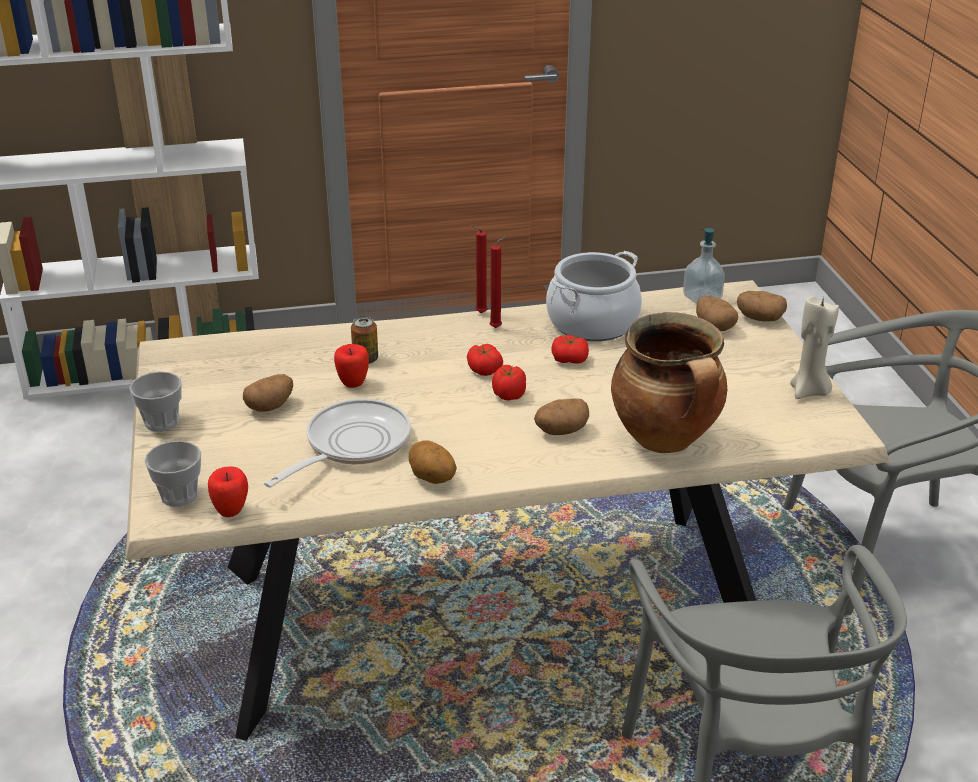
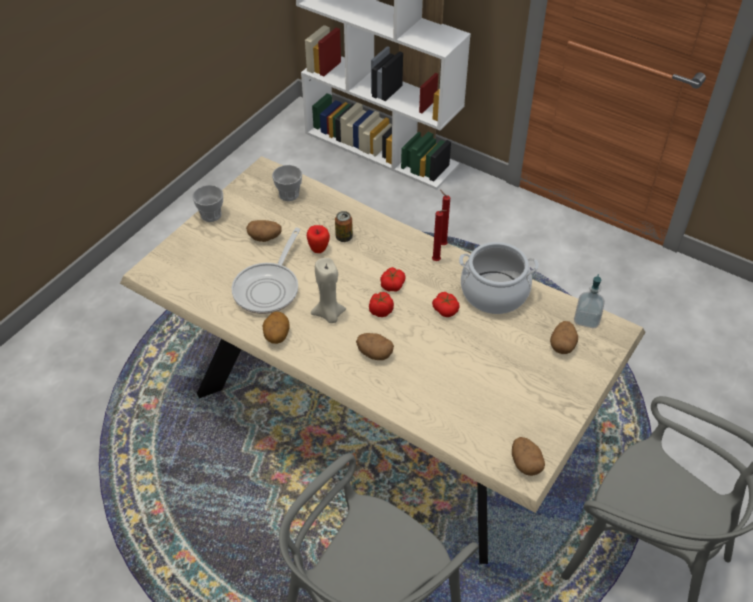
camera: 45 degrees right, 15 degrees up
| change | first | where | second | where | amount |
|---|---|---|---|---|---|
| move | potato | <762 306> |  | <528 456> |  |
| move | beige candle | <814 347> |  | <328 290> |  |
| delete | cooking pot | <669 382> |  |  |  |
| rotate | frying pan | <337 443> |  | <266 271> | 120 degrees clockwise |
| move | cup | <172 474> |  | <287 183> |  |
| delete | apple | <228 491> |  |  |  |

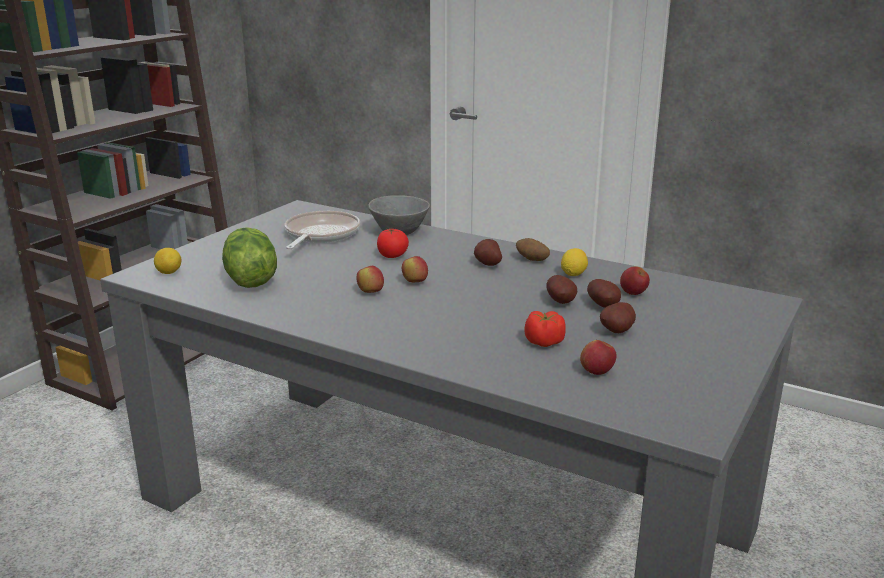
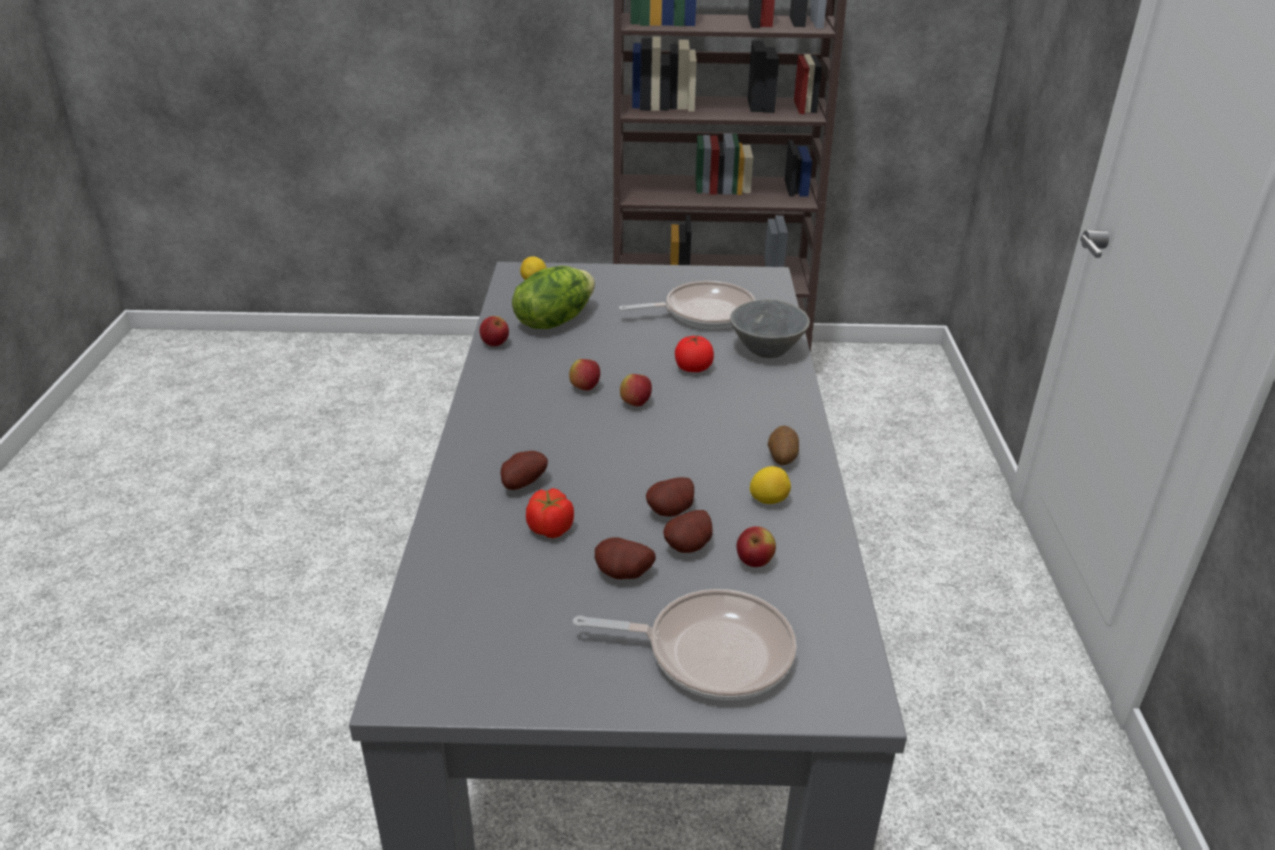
camera: 60 degrees right, 10 degrees up
| change | first | where | second | where | amount |
|---|---|---|---|---|---|
| move | potato | <488 252> |  | <524 470> |  |
| move | apple | <598 357> |  | <494 331> |  |
| insert |  |  | frying pan | <685 644> |  |

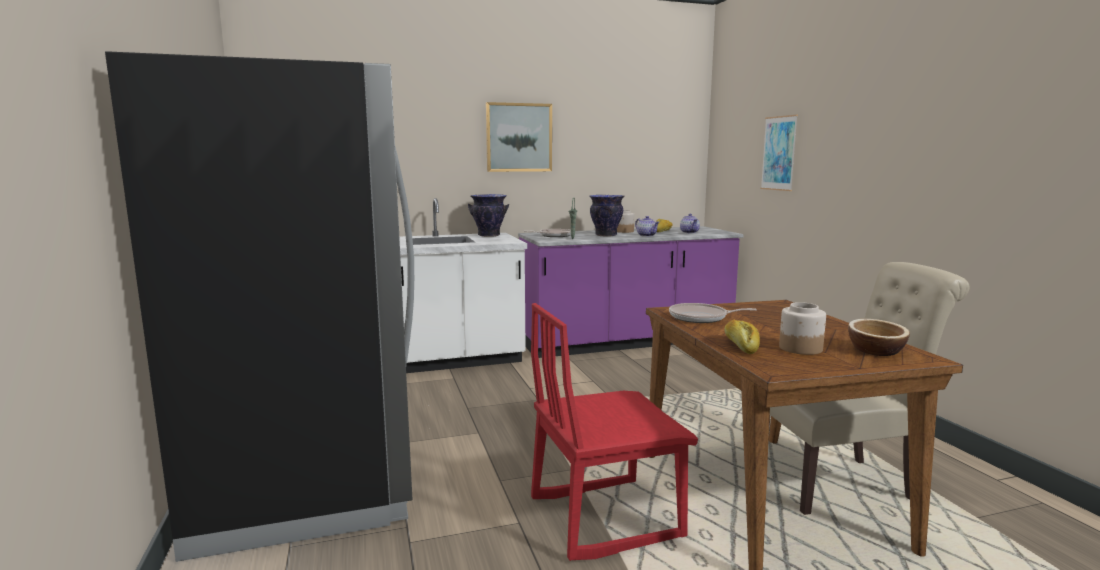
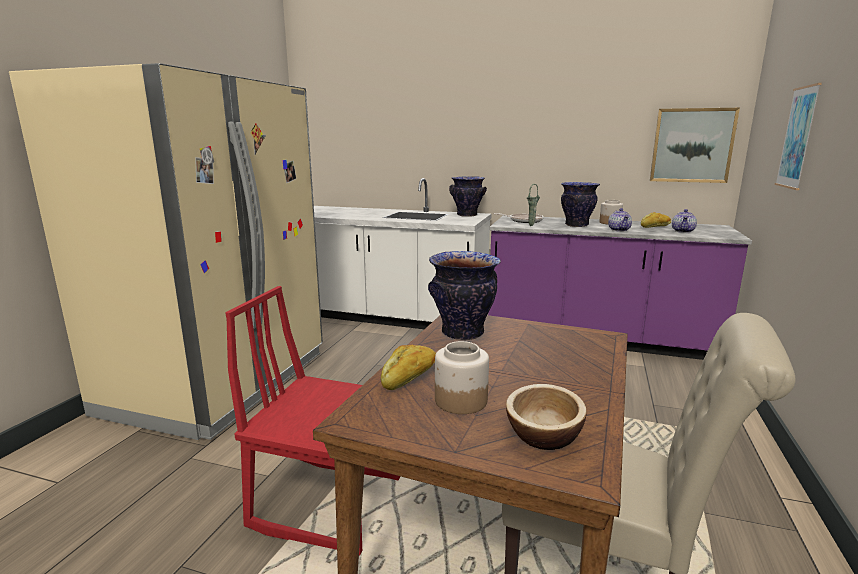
camera: 35 degrees right, 5 degrees up
| change | first | where | second | where | amount |
|---|---|---|---|---|---|
| recolor | black fridge | <259 306> | beige fridge | <166 251> |  |
| move | picture | <519 137> |  | <695 145> |  |
| replace | frying pan | <713 313> | vase | <464 295> |  |

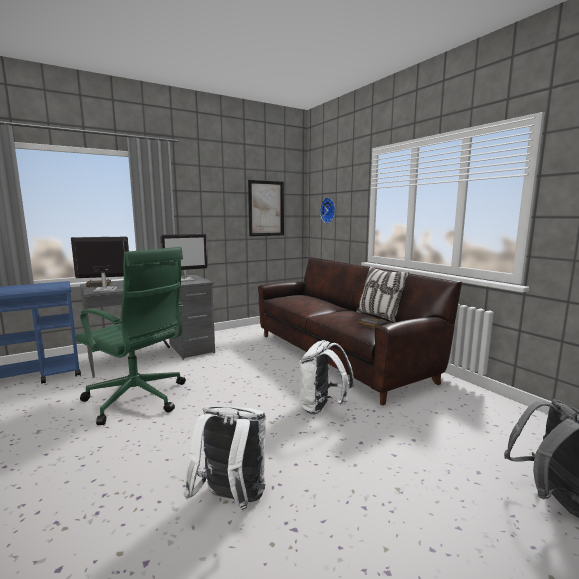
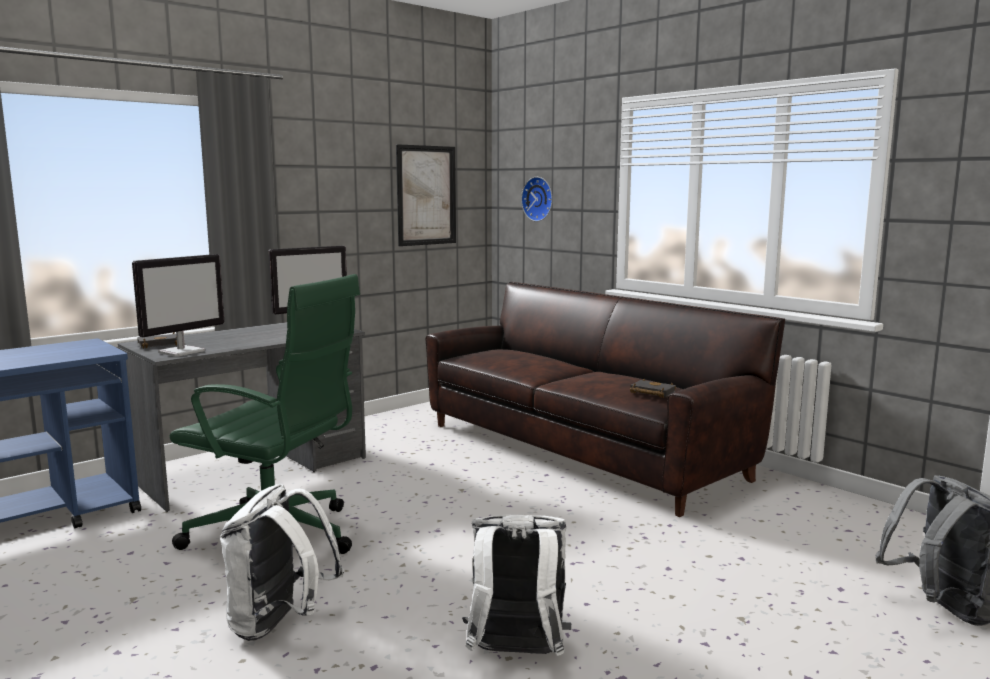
camera: 10 degrees left, 0 degrees up
| change | first | where | second | where | amount |
|---|---|---|---|---|---|
| rotate | monitor | <100 264> |  | <178 305> | 150 degrees clockwise |
| delete | pillow | <382 294> |  |  |  |
| move | white backpack | <326 377> |  | <282 562> |  |

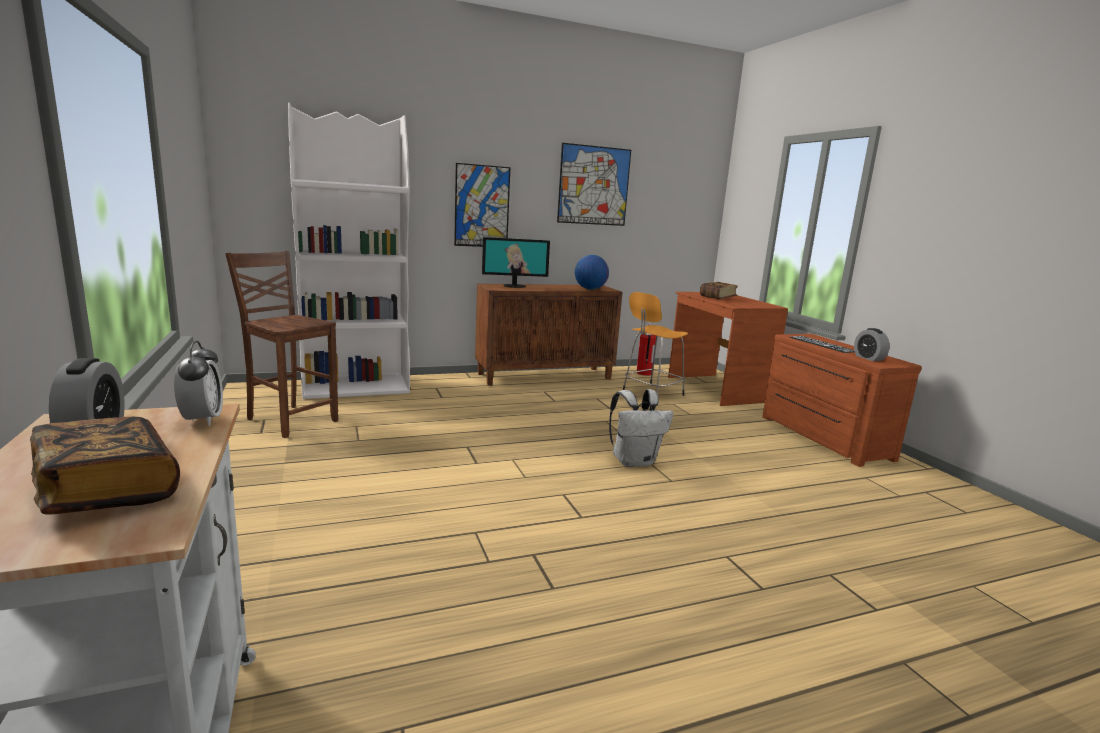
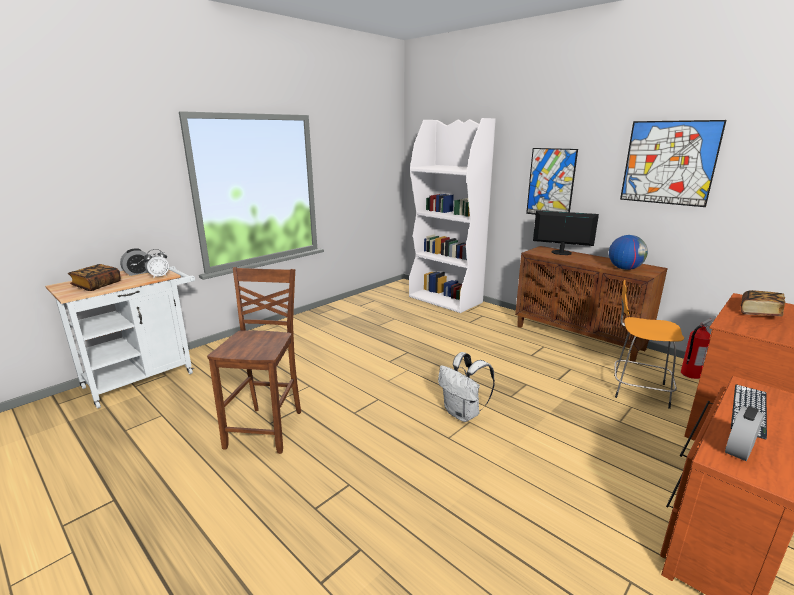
camera: 65 degrees right, 5 degrees up
| change | first | where | second | where | amount |
|---|---|---|---|---|---|
| rotate | monitor | <516 262> |  | <566 232> | 150 degrees clockwise |
| move | brown chair | <281 344> |  | <254 360> |  |

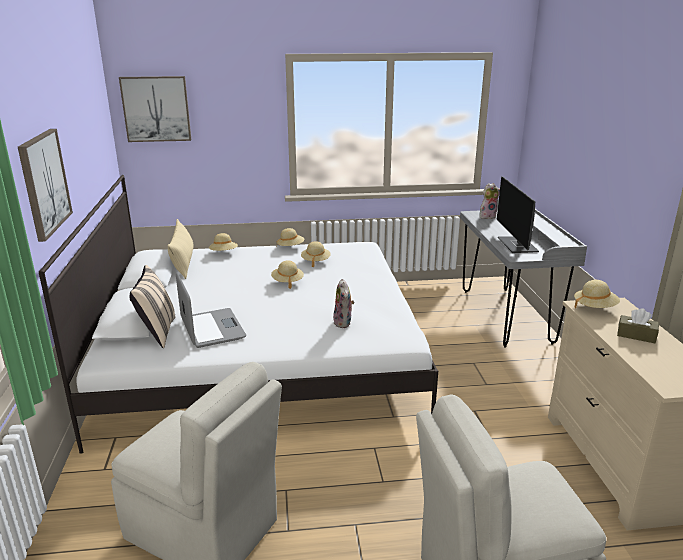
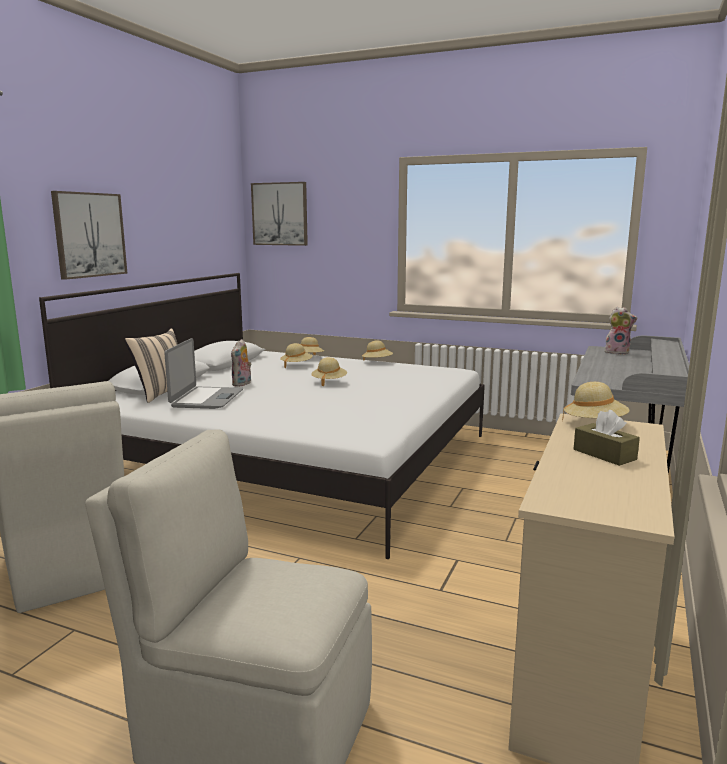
camera: 30 degrees right, 10 degrees down
| change | first | where | second | where | amount |
|---|---|---|---|---|---|
| delete | monitor | <518 214> |  |  |  |
| delete | beige pillow | <180 249> |  |  |  |
| move | beige hat | <316 254> |  | <296 355> |  |
| move | plush toy | <343 303> |  | <241 363> |  |

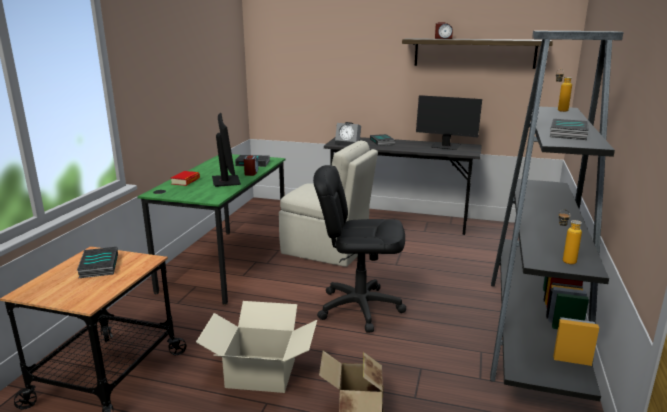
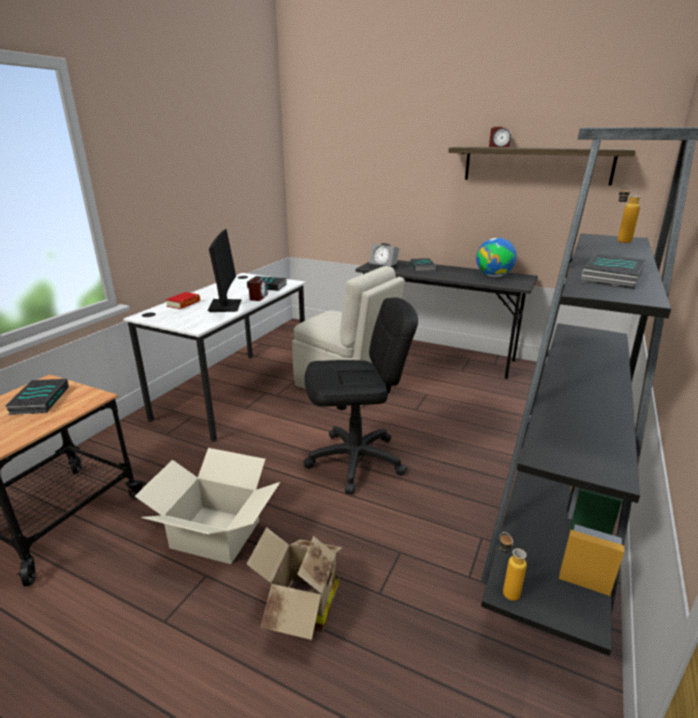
camera: 10 degrees right, 5 degrees up
| change | first | where | second | where | amount |
|---|---|---|---|---|---|
| replace | monitor | <449 122> | globe | <496 257> |  |
| recolor | green desk | <212 229> | white desk | <214 357> |  |
| rotate | black office chair | <359 249> |  | <360 395> | 150 degrees clockwise |
| move | bottle | <570 236> |  | <513 566> |  |

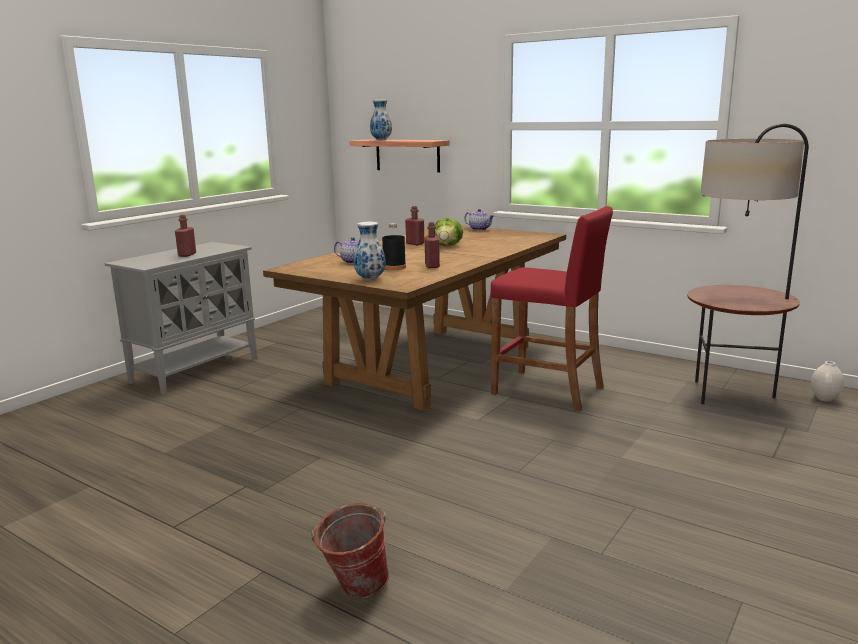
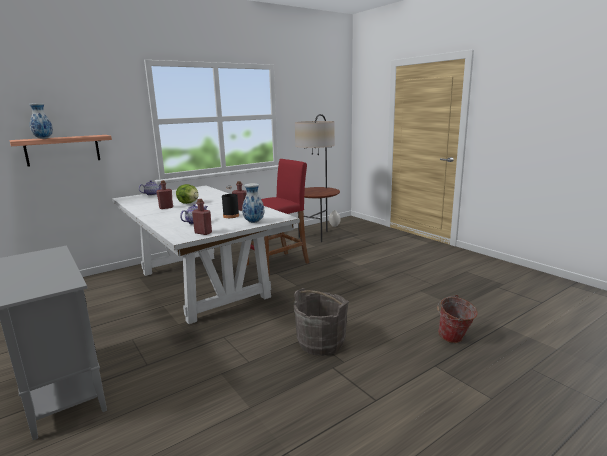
camera: 70 degrees left, 0 degrees up
| change | first | where | second | where | amount |
|---|---|---|---|---|---|
| move | red bottle | <185 236> |  | <202 217> |  |
| recolor | brown dining table | <414 318> | white dining table | <206 254> |  |
| insert |  |  | grey bucket | <321 322> |  |

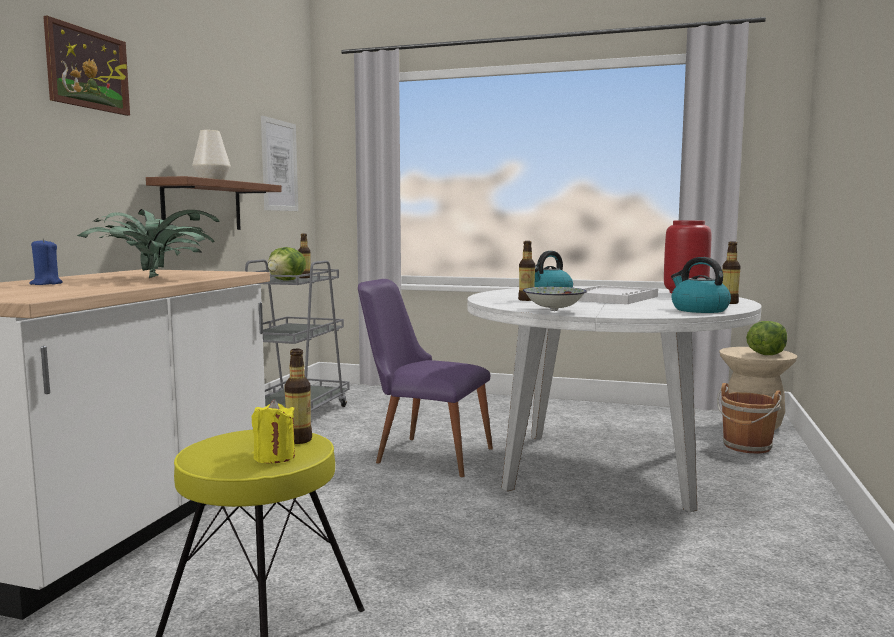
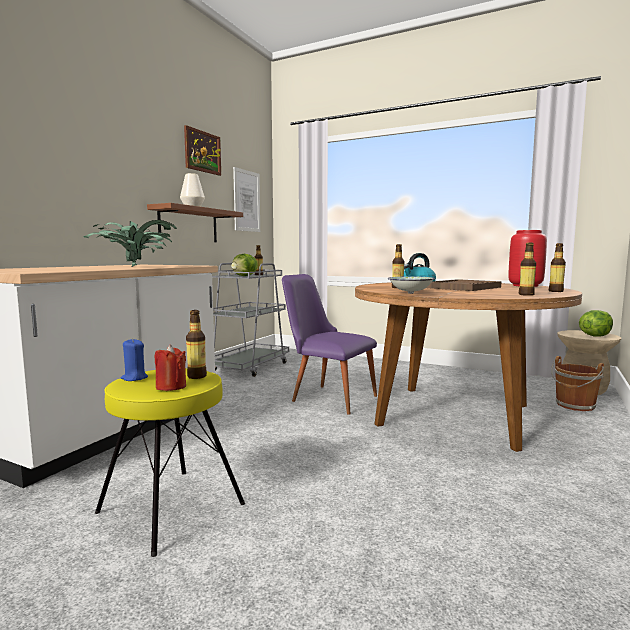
camera: 10 degrees right, 0 degrees up
| change | first | where | second | where | amount |
|---|---|---|---|---|---|
| move | picture | <86 66> |  | <202 150> |  |
| move | blue candle | <46 261> |  | <134 359> |  |
| replace | kettle | <701 285> | bottle | <527 269> |  |
| recolor | white tray | <618 294> | brown tray | <464 285> |  |
| recolor | white dining table | <614 399> | brown dining table | <468 367> |  |
| recolor | yellow candle | <273 431> | red candle | <170 367> |  |

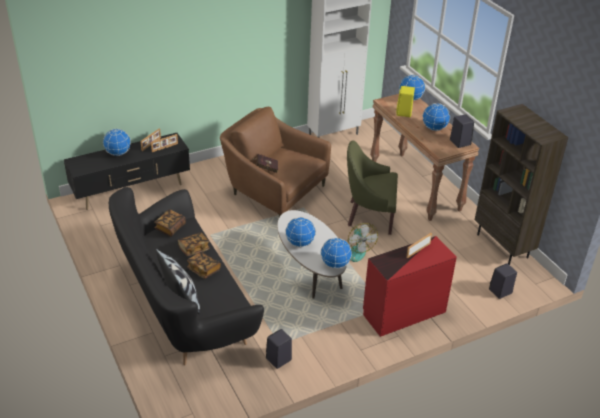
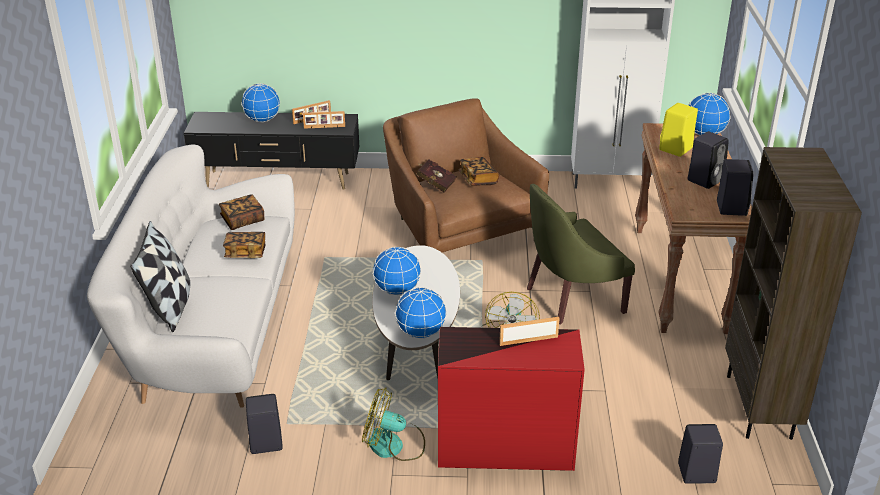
camera: 30 degrees right, 5 degrees down
| change | first | where | second | where | amount |
|---|---|---|---|---|---|
| replace | globe | <436 117> | black speaker | <708 160> |  |
| rotate | green armchair | <372 187> |  | <581 254> | 60 degrees counterclockwise |
| recolor | black sofa | <186 276> | white sofa | <191 276> |  |
| move | book | <204 265> |  | <479 171> |  |
| insert |  |  | fan | <393 424> |  |

